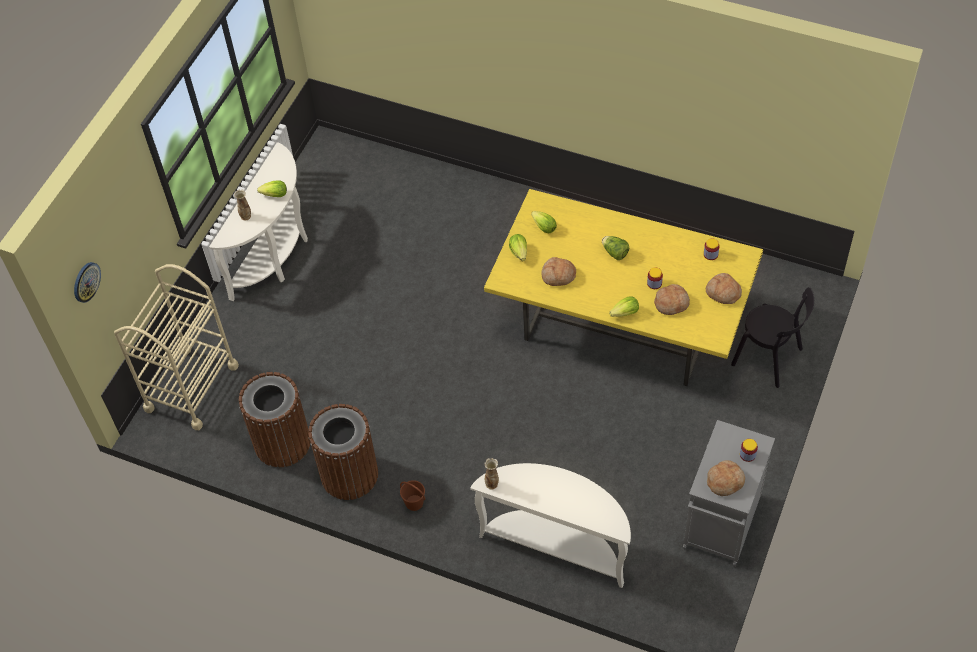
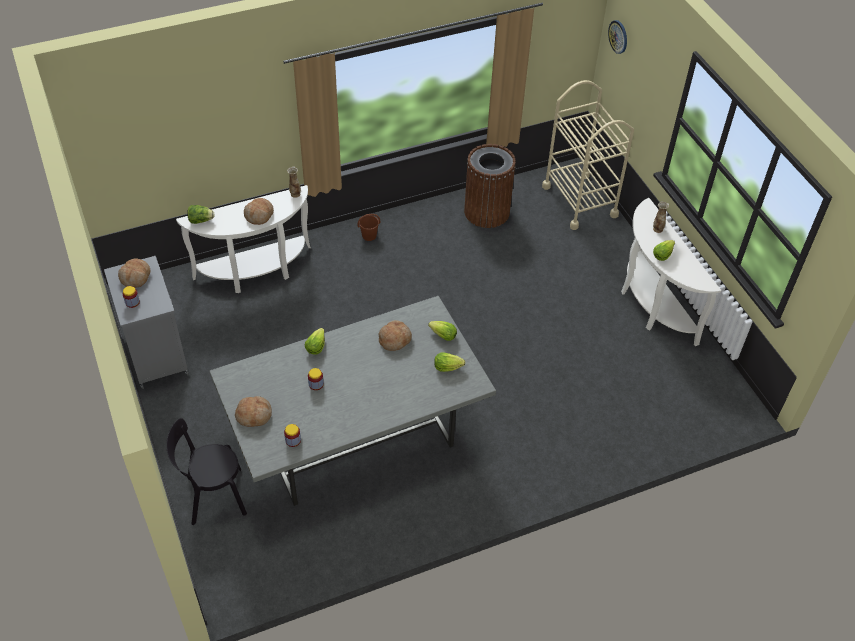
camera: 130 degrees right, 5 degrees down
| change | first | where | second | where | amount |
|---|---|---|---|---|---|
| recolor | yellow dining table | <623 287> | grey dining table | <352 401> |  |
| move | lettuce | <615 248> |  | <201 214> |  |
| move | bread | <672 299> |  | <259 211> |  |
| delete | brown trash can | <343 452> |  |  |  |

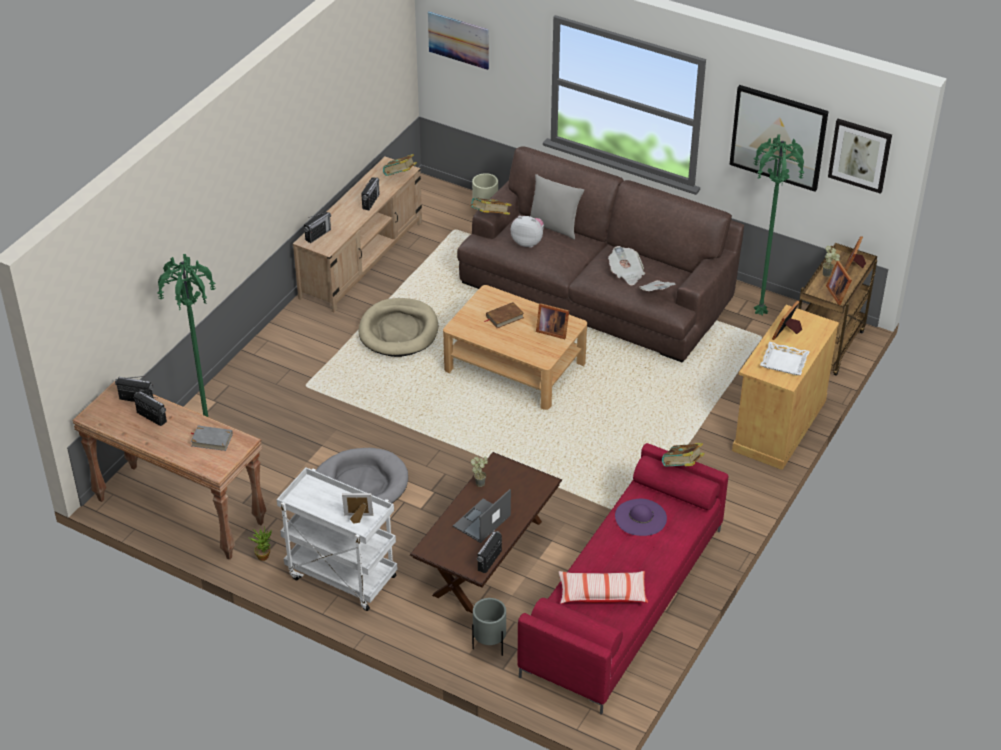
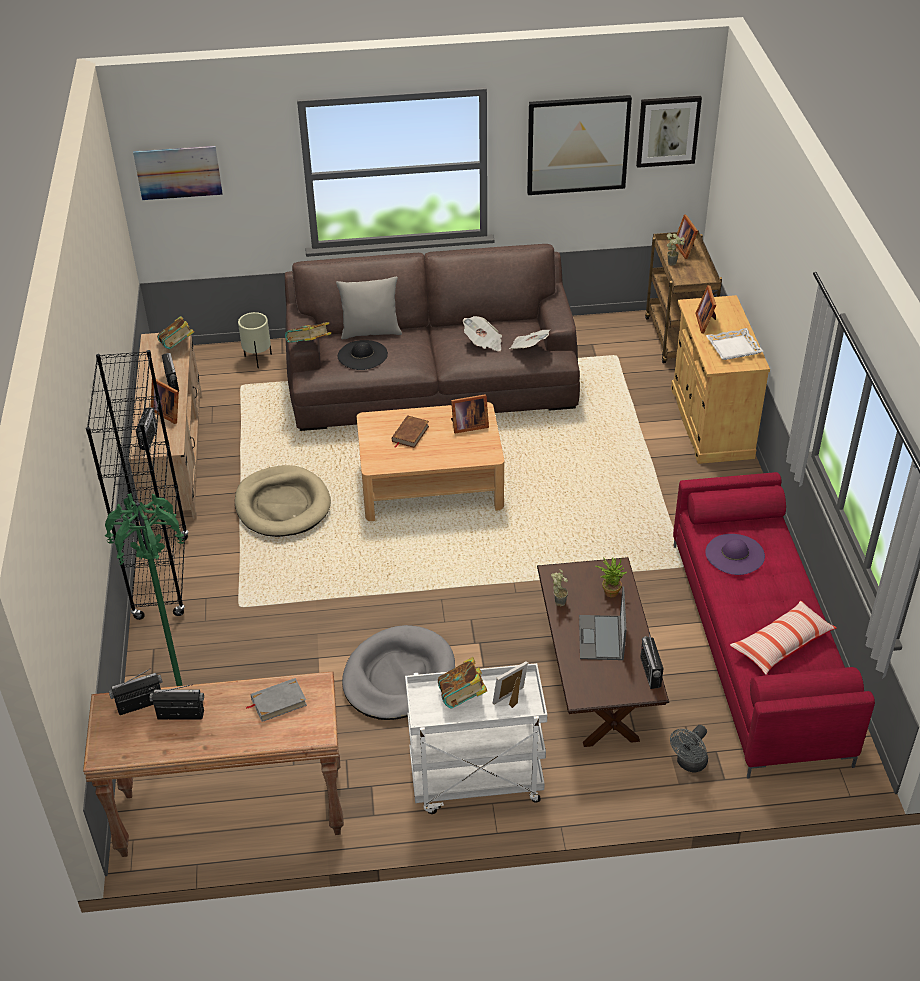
camera: 35 degrees left, 0 degrees up
| change | first | where | second | where | amount |
|---|---|---|---|---|---|
| delete | green floor lamp | <779 224> |  |  |  |
| replace | plush toy | <527 232> | black hat | <363 355> |  |
| move | picture frame | <839 283> |  | <165 401> |  |
| move | book | <683 455> |  | <462 683> |  |
| move | potted plant | <260 544> |  | <611 577> |  |
| replace | grey planter | <489 627> | grey fan | <689 748> |  |
| insert |  |  | black bookcase | <137 485> |  |

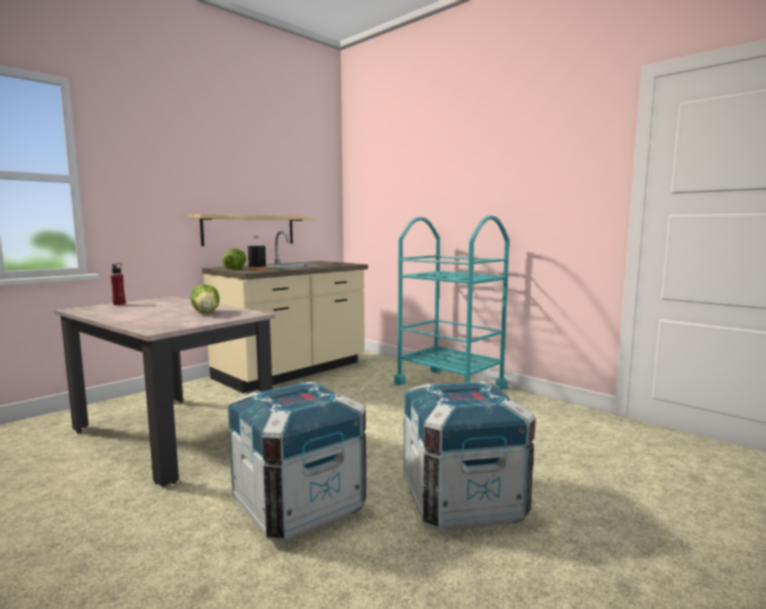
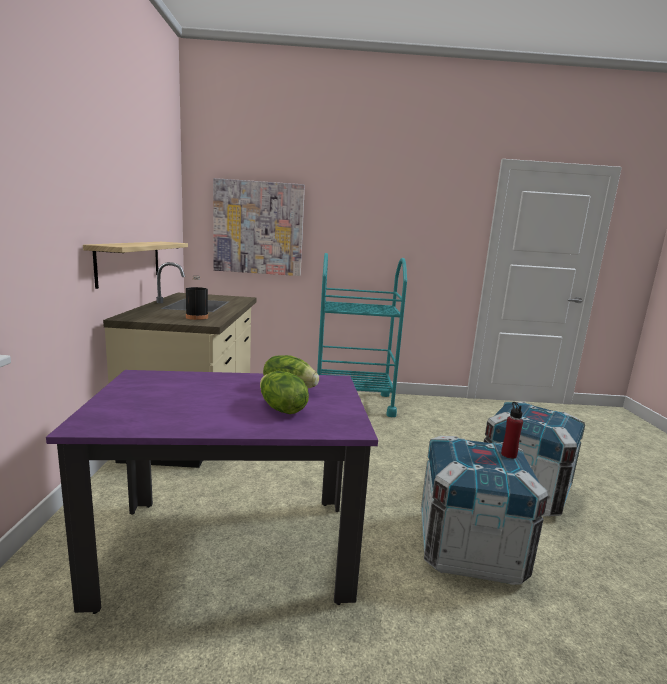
camera: 45 degrees left, 5 degrees up
| change | first | where | second | where | amount |
|---|---|---|---|---|---|
| move | lettuce | <234 259> |  | <284 392> |  |
| move | red bottle | <118 284> |  | <512 430> |  |
| recolor | beige dining table | <164 391> | purple dining table | <212 492> |  |
| insert |  |  | picture | <259 227> |  |

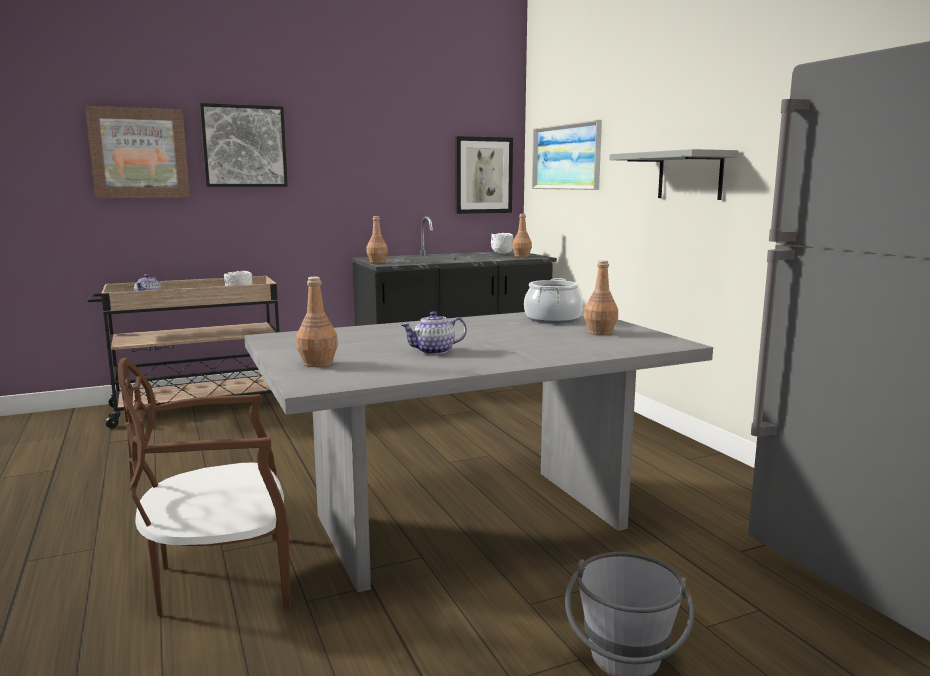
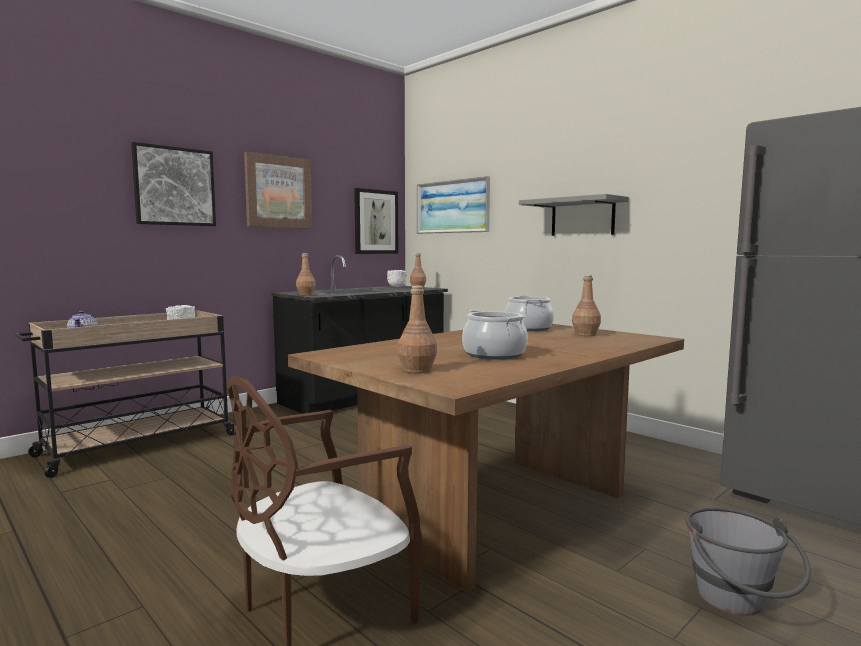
camera: 20 degrees left, 5 degrees down
| change | first | where | second | where | amount |
|---|---|---|---|---|---|
| move | picture | <137 152> |  | <278 190> |  |
| recolor | grey dining table | <478 450> | brown dining table | <486 458> |  |
| replace | teapot | <433 333> | cooking pot | <495 334> |  |

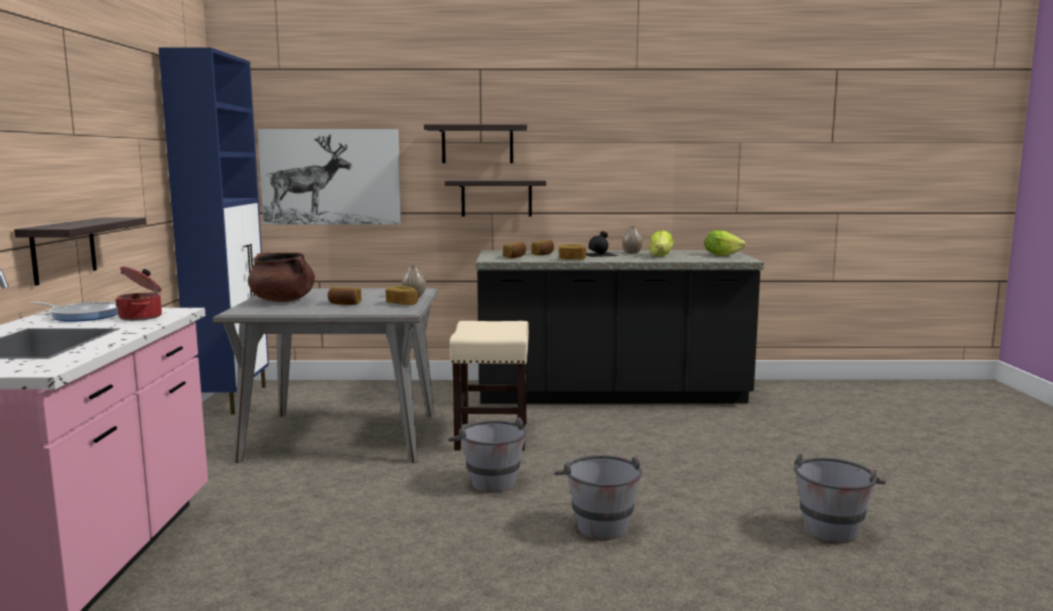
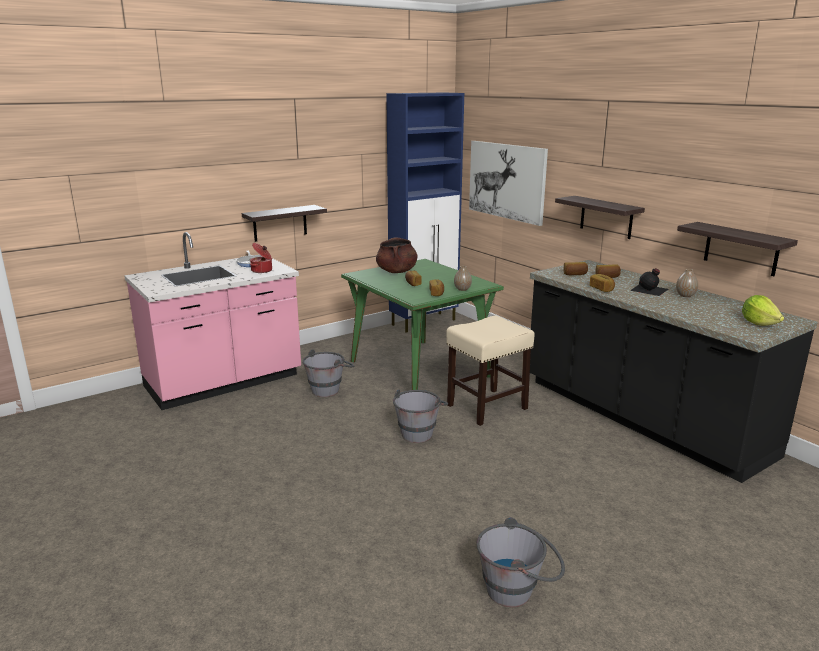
camera: 55 degrees right, 10 degrees up
| change | first | where | second | where | amount |
|---|---|---|---|---|---|
| move | shelf | <475 143> |  | <737 249> |  |
| delete | lettuce | <661 243> |  |  |  |
| recolor | grey dining table | <325 375> | green dining table | <422 324> |  |
| move | grey bucket | <598 497> |  | <328 373> |  |

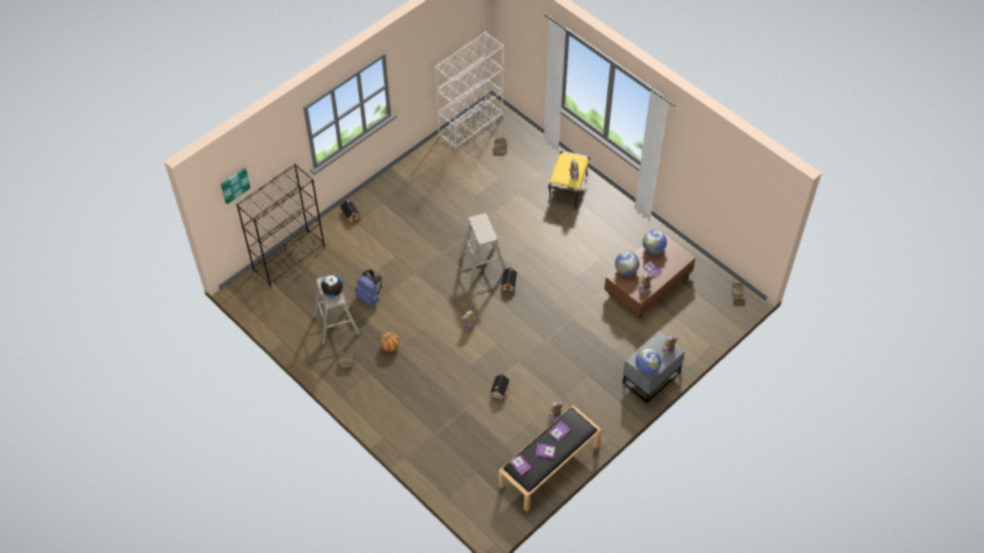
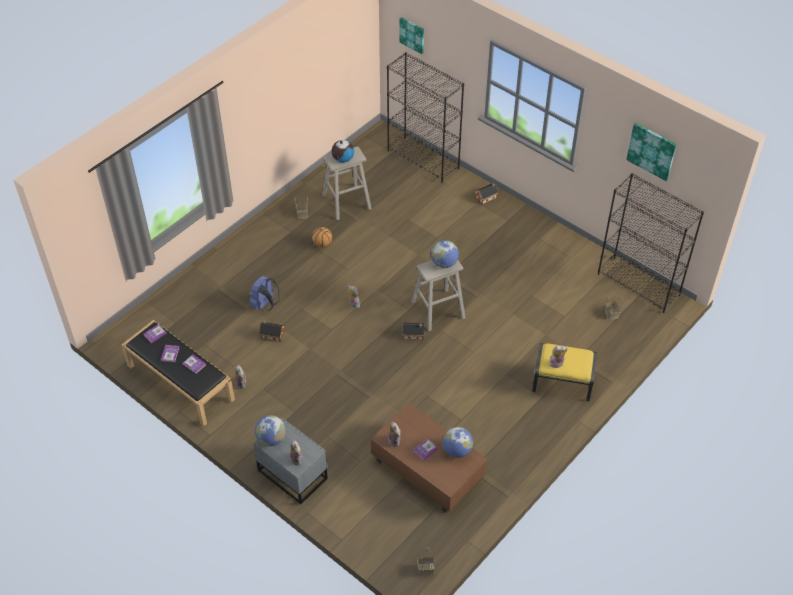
camera: 85 degrees right, 5 degrees down
| change | first | where | second | where | amount |
|---|---|---|---|---|---|
| recolor | white bookcase | <469 91> | black bookcase | <651 243> |  |
| move | globe | <627 263> |  | <445 254> |  |
| move | blue backpack | <368 287> |  | <264 293> |  |
| insert |  |  | picture | <651 152> |  |

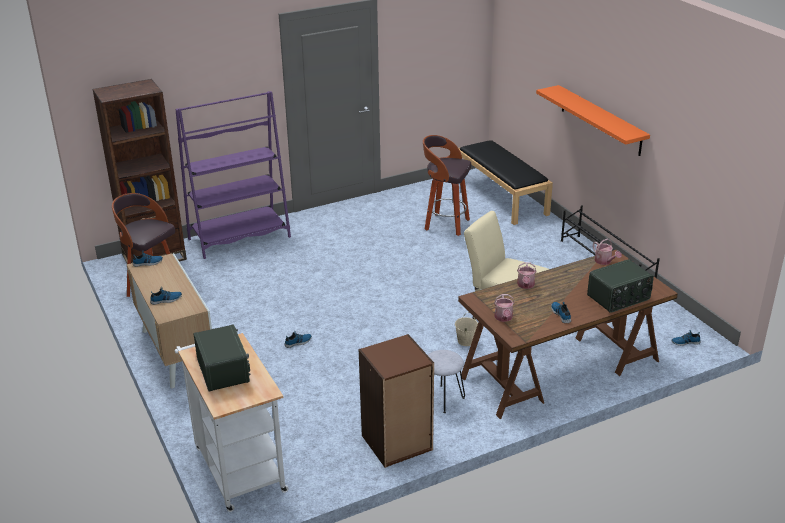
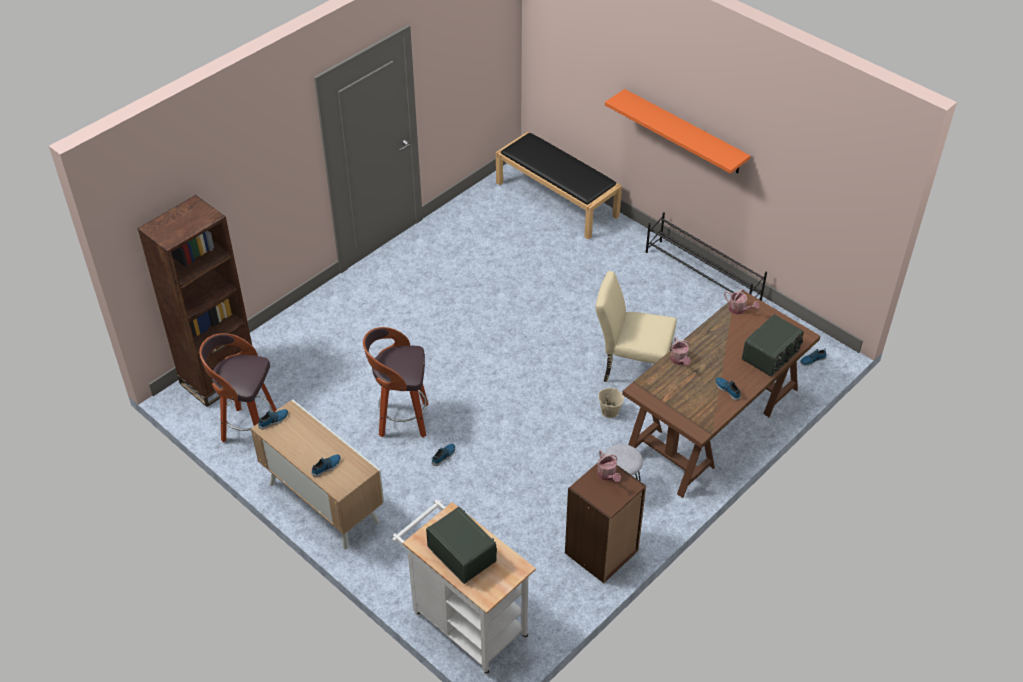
camera: 20 degrees left, 15 degrees up
| change | first | where | second | where | amount |
|---|---|---|---|---|---|
| delete | purple bookcase | <233 175> |  |  |  |
| move | stool | <447 185> |  | <395 382> |  |
| move | watering can | <504 308> |  | <609 466> |  |

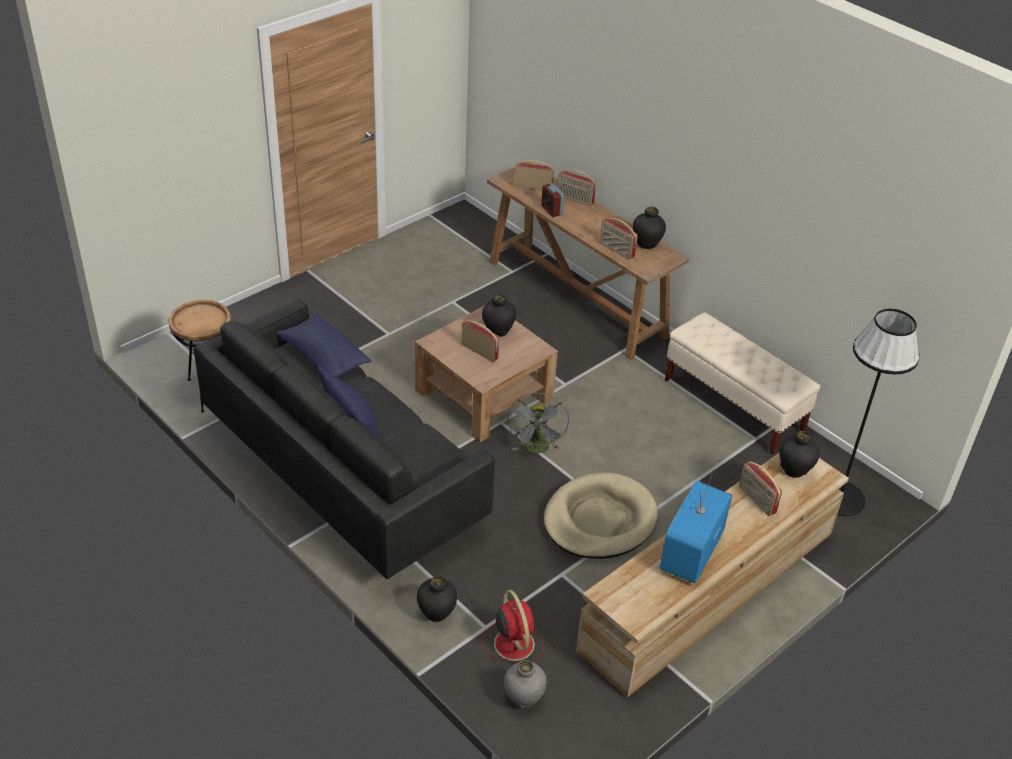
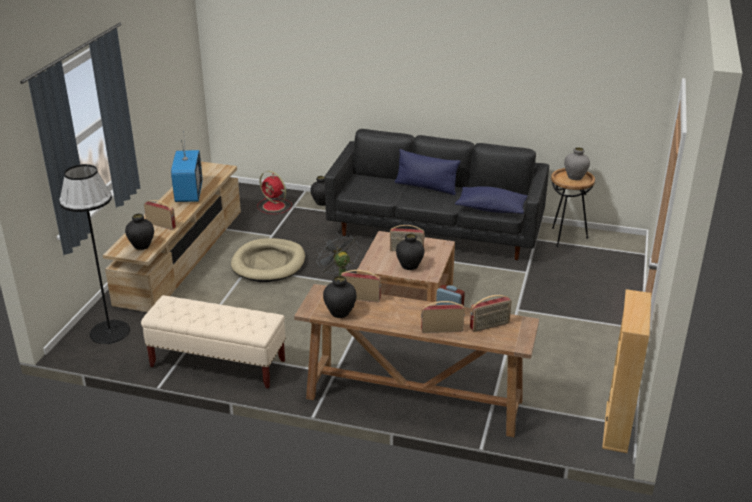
camera: 150 degrees right, 10 degrees down
| change | first | where | second | where | amount |
|---|---|---|---|---|---|
| move | grey vase | <525 684> |  | <577 163> |  |
| insert |  |  | beige bookcase | <626 371> |  |

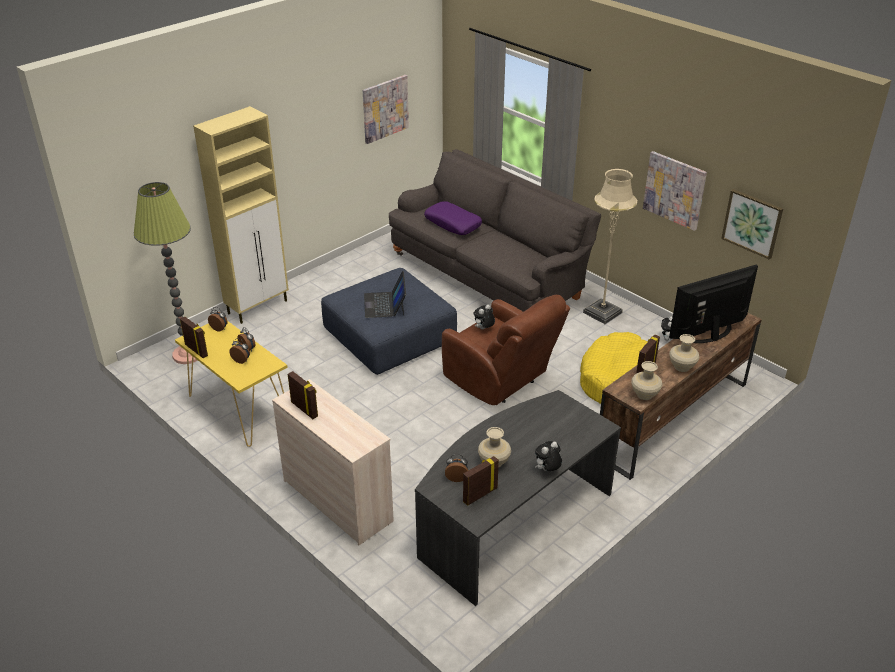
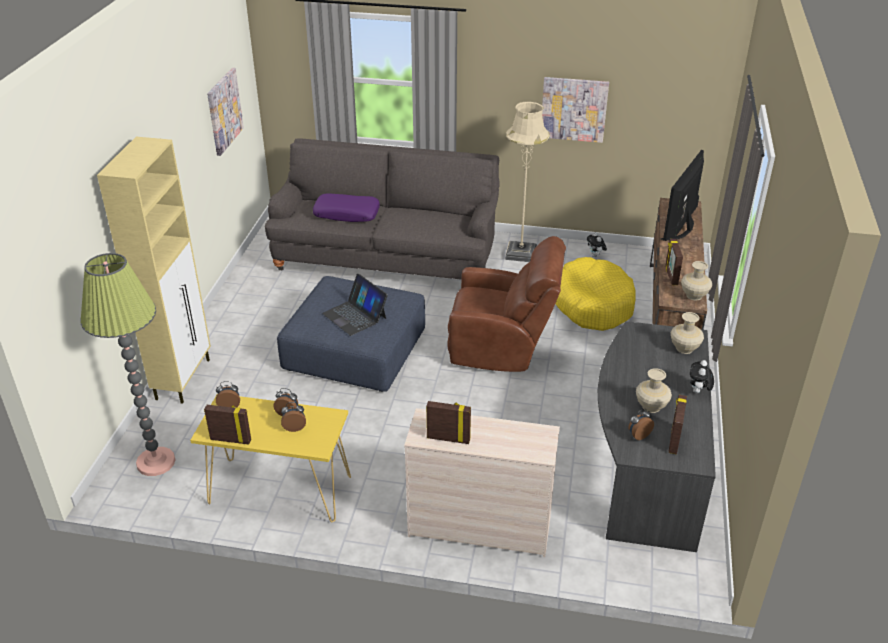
camera: 35 degrees left, 0 degrees up
| change | first | where | second | where | amount |
|---|---|---|---|---|---|
| delete | picture | <752 224> |  |  |  |
| delete | plush toy | <484 317> |  |  |  |
| move | beige vase | <684 353> |  | <687 333> |  |

